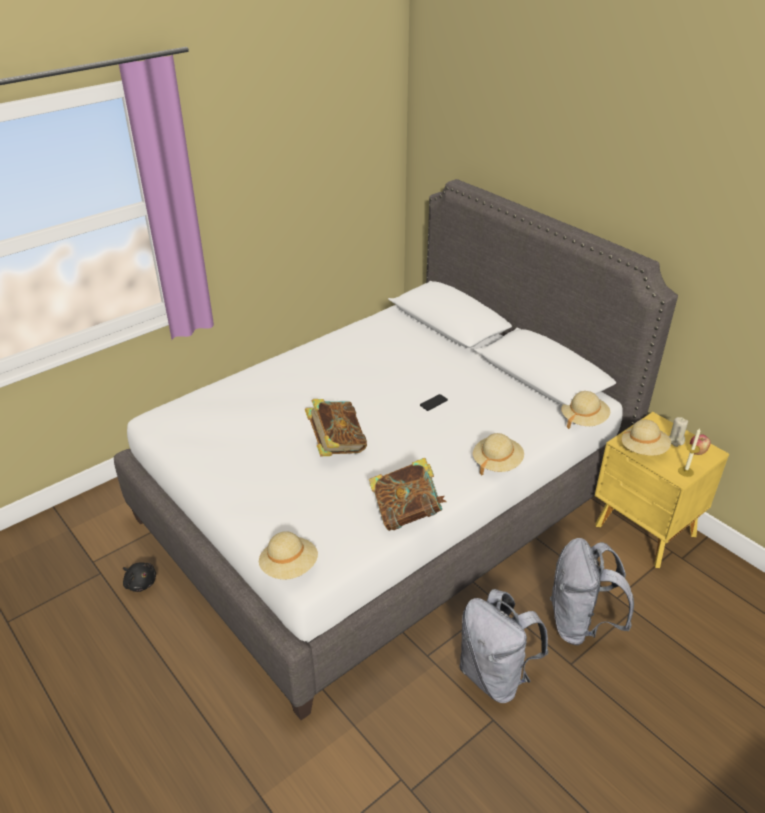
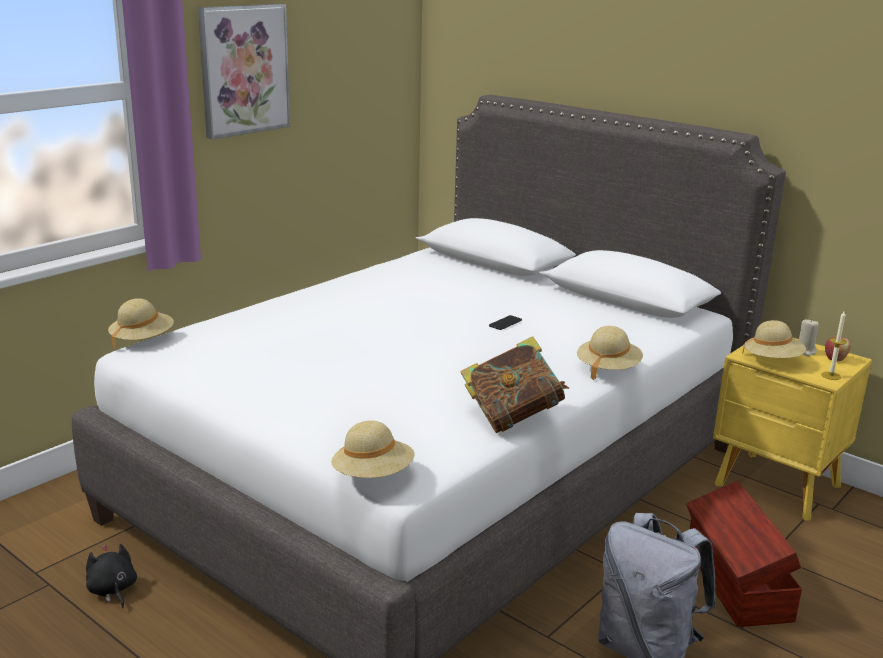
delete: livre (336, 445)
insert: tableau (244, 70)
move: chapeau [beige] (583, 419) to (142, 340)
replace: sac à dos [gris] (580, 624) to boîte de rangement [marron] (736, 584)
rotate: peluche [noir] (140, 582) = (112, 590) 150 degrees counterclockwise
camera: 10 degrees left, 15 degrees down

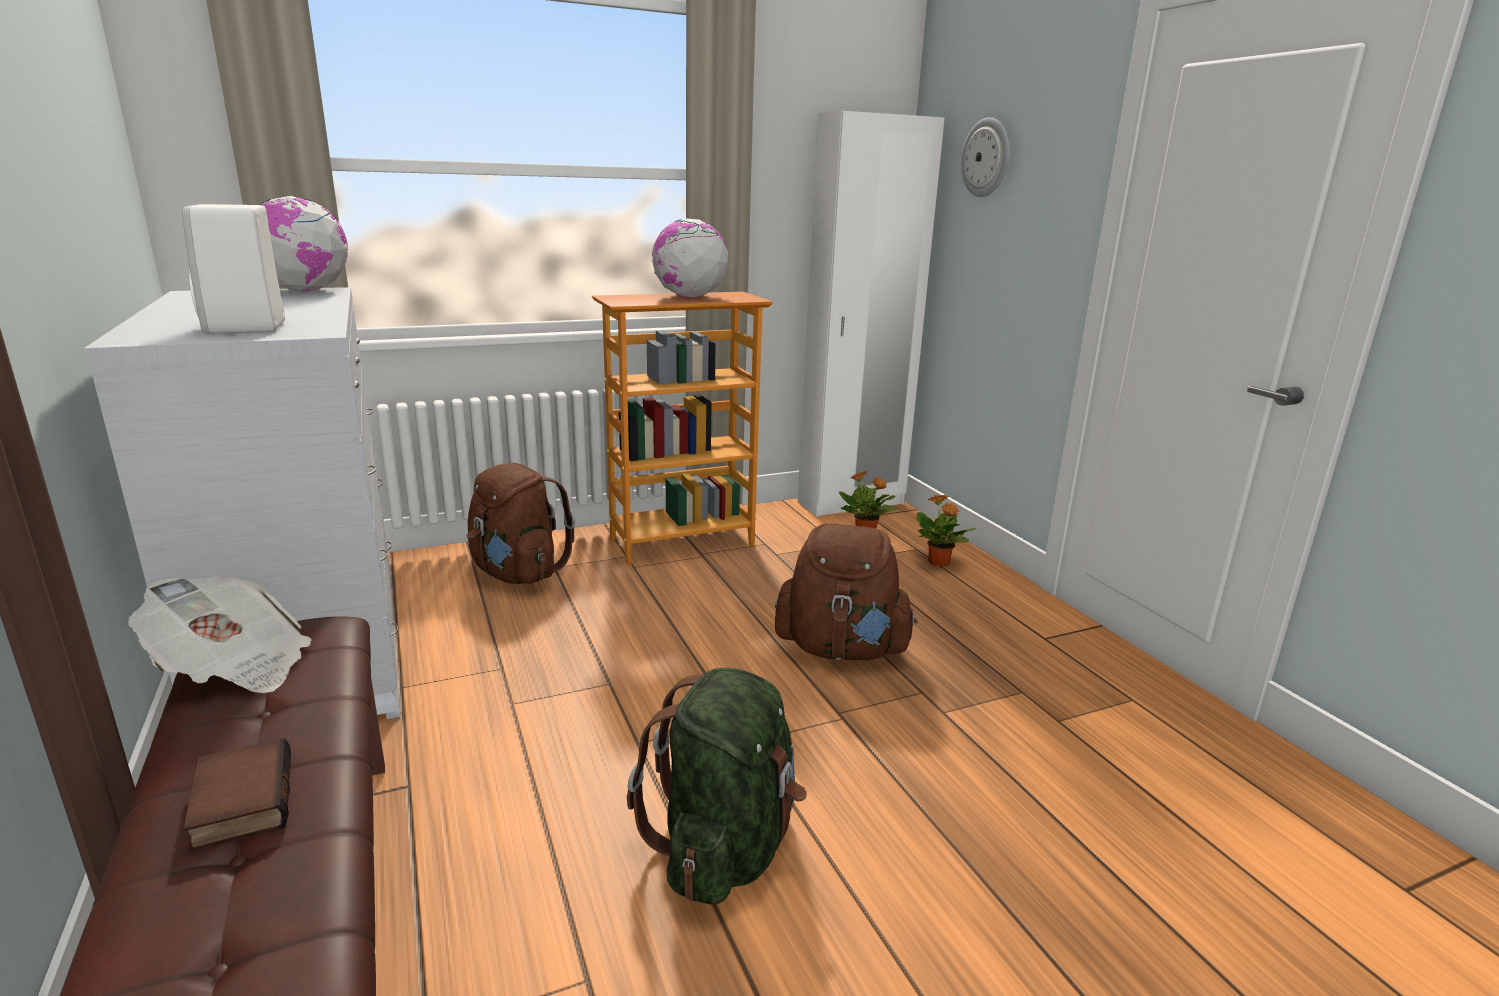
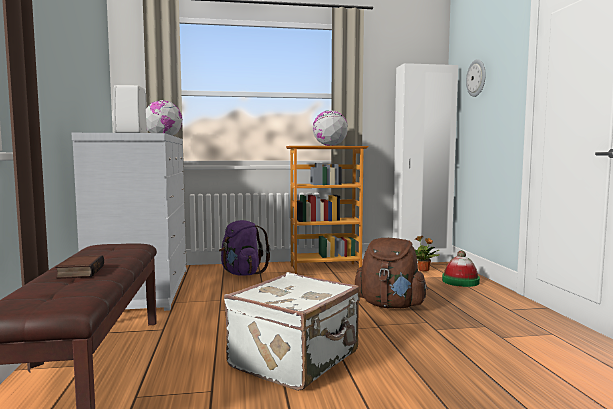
delete: journal (233, 667)
replace: sac à dos [vert] (724, 847) to valise [blanc] (296, 360); plante en pot (939, 563) to chapeau (460, 281)
recolor: sac à dos [marron] (517, 574) to sac à dos [violet] (242, 273)
camera: 15 degrees right, 15 degrees down

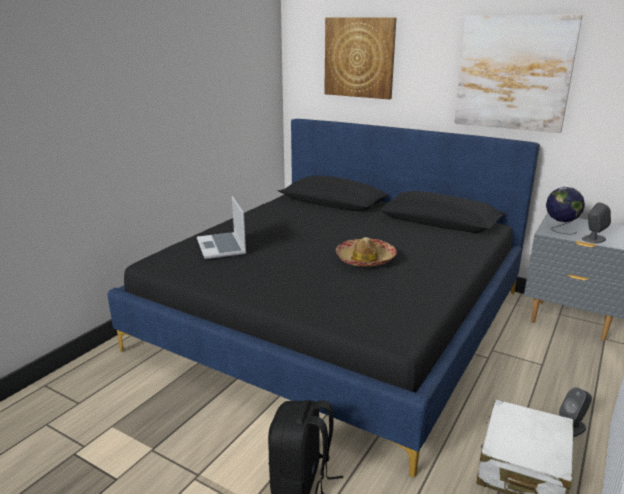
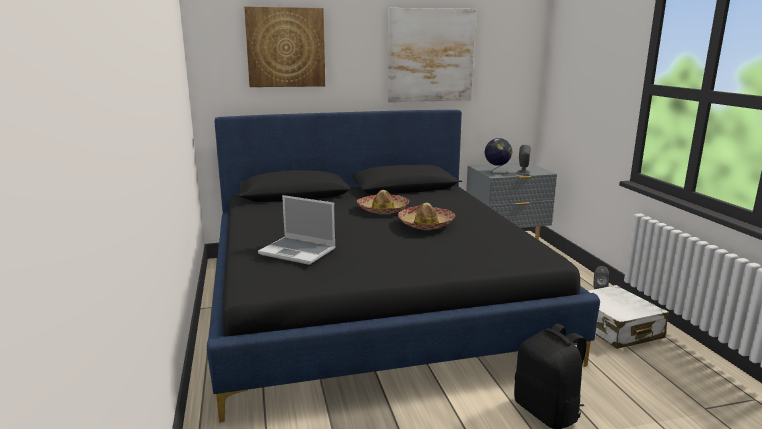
insert: chapeau (383, 209)
camera: 45 degrees left, 5 degrees down

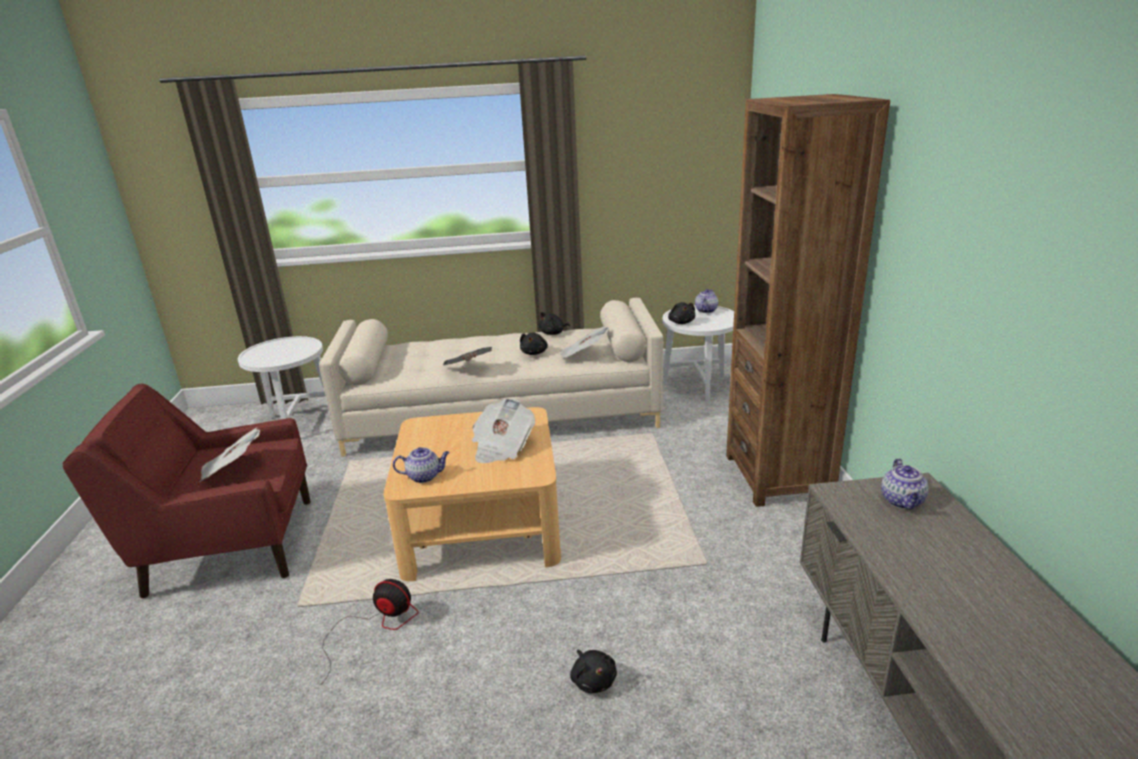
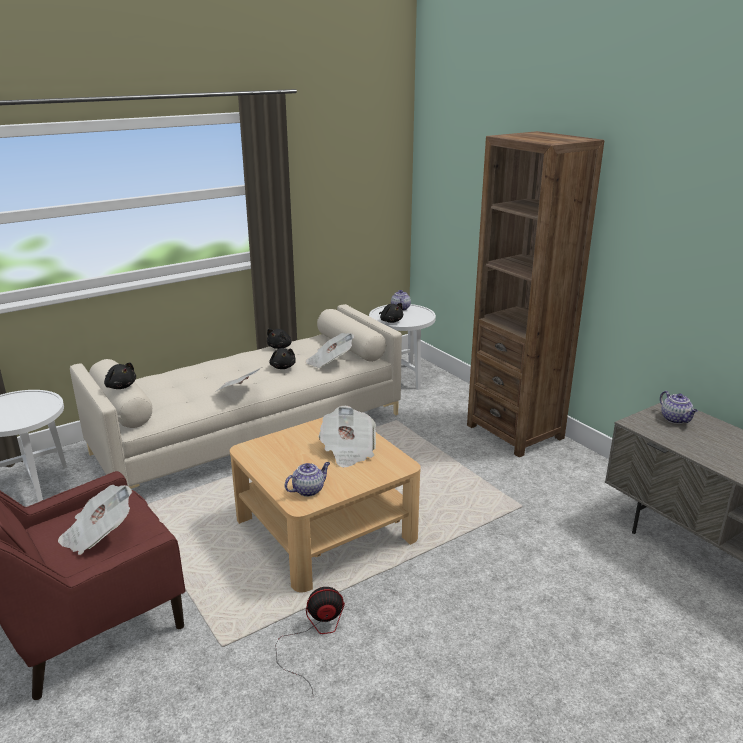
move: peluche [noir] (593, 680) to (120, 386)
camera: 30 degrees left, 0 degrees up

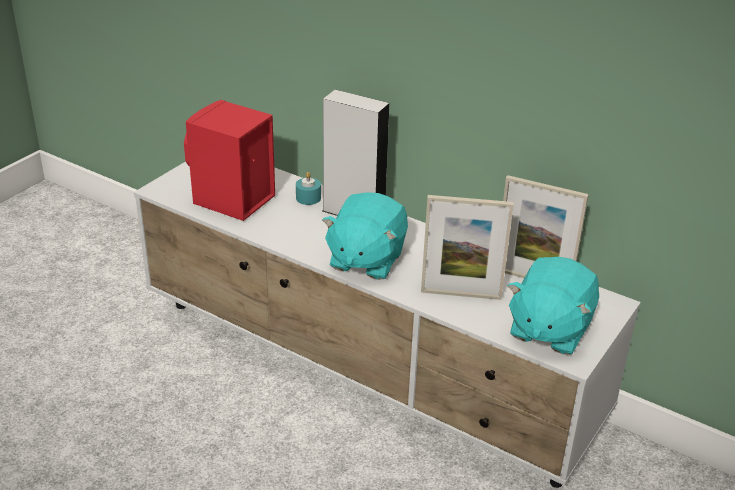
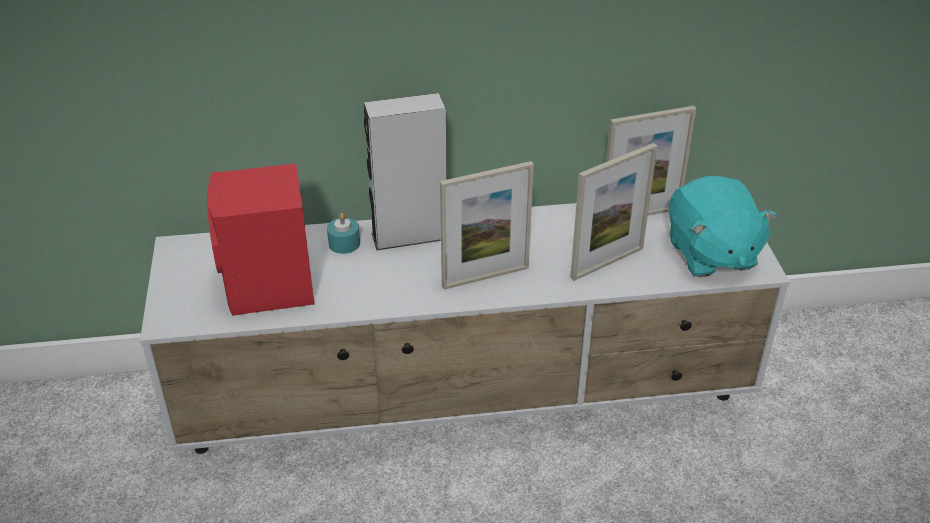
replace: peluche [turquoise] (365, 259) to cadre photo (485, 277)
camera: 40 degrees left, 5 degrees up

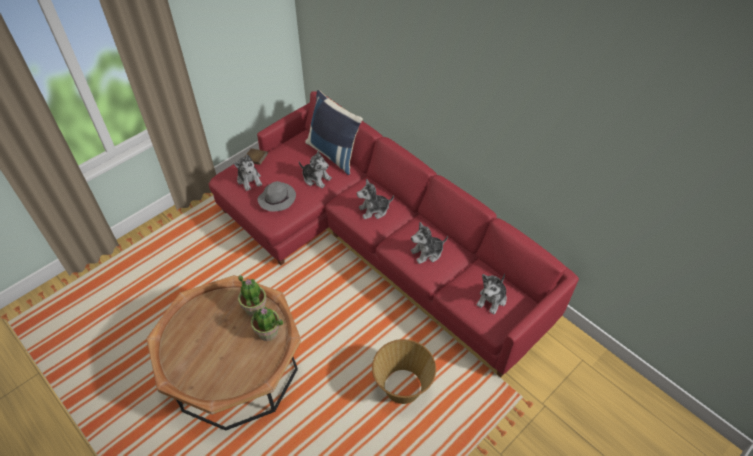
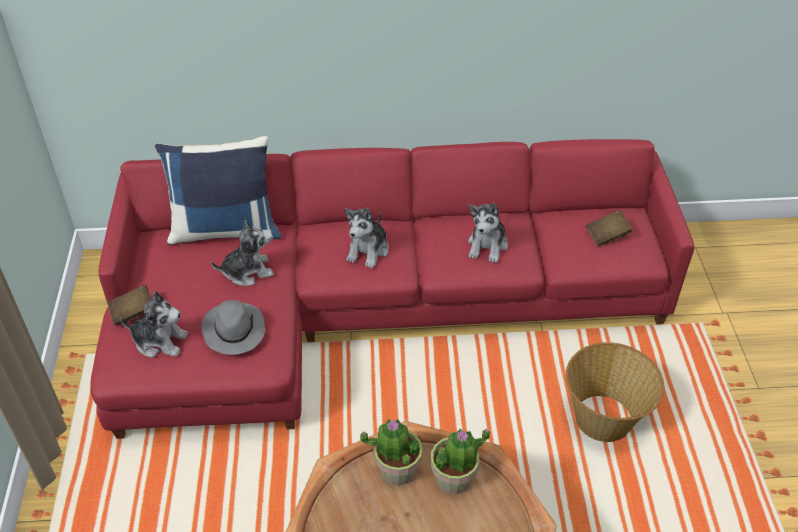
replace: peluche (492, 299) to livre [marron] (607, 235)
camera: 50 degrees left, 5 degrees down

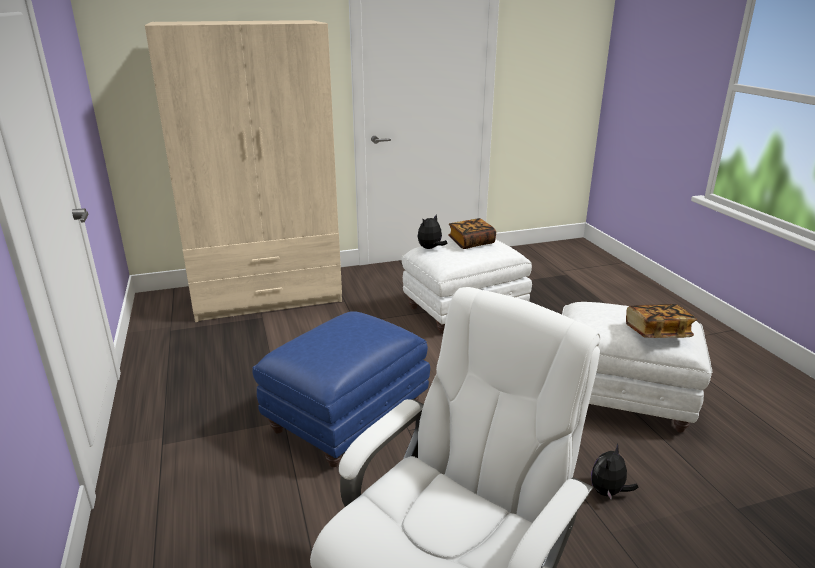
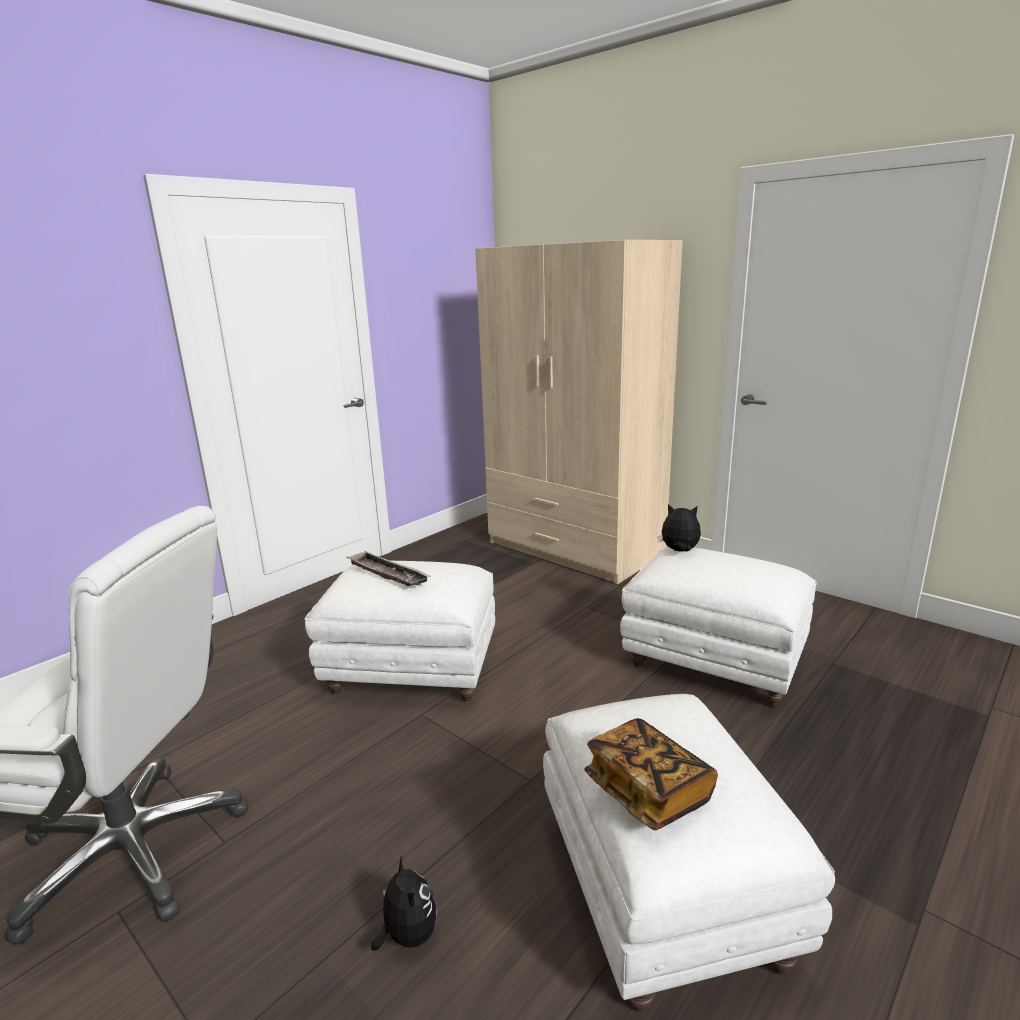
delete: livre (471, 242)
insert: plateau (387, 574)
recolor: pouf [bleu] (346, 419) to pouf [blanc] (410, 671)
rotate: peluche (608, 492) = (408, 935) 60 degrees clockwise
camera: 60 degrees right, 5 degrees down

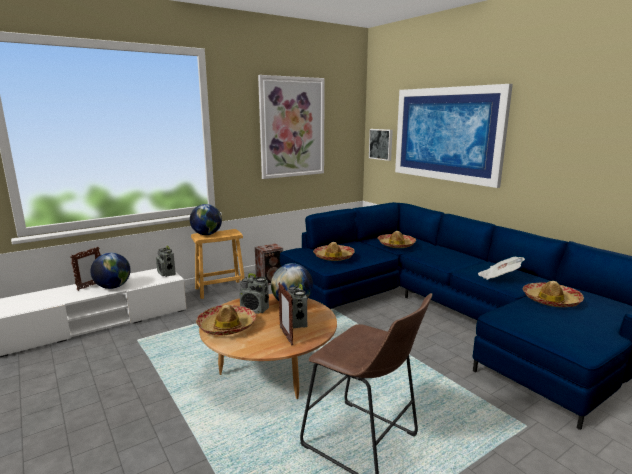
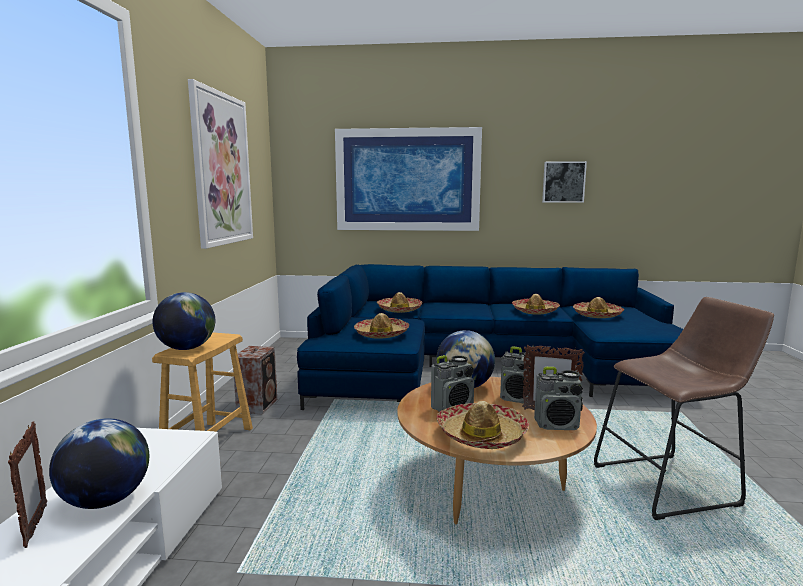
move: radio (166, 273) to (557, 425); tableau (381, 144) to (563, 182)
replace: journal (499, 278) to chapeau (535, 311)
camera: 50 degrees left, 5 degrees down

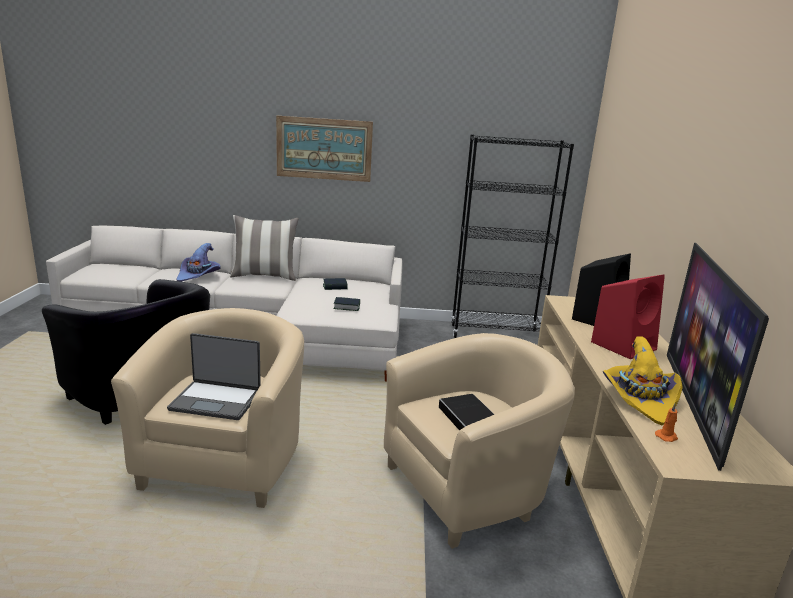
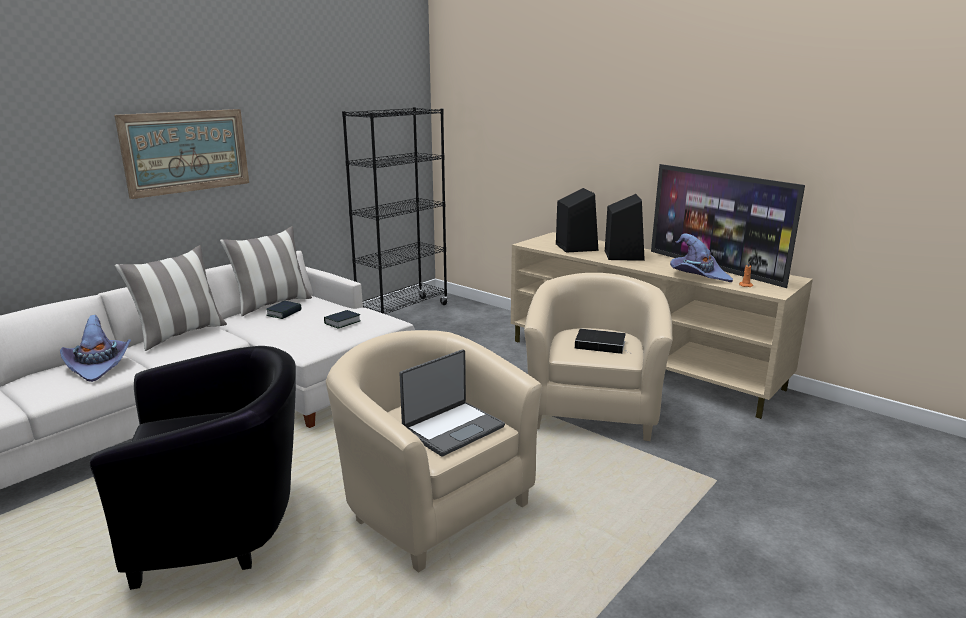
insert: coussin (272, 304)
recolor: enceinte [rouge] (624, 345) to enceinte [noir] (623, 255); chapeau [jaune] (640, 399) to chapeau [violet] (698, 275)
camera: 50 degrees left, 0 degrees up

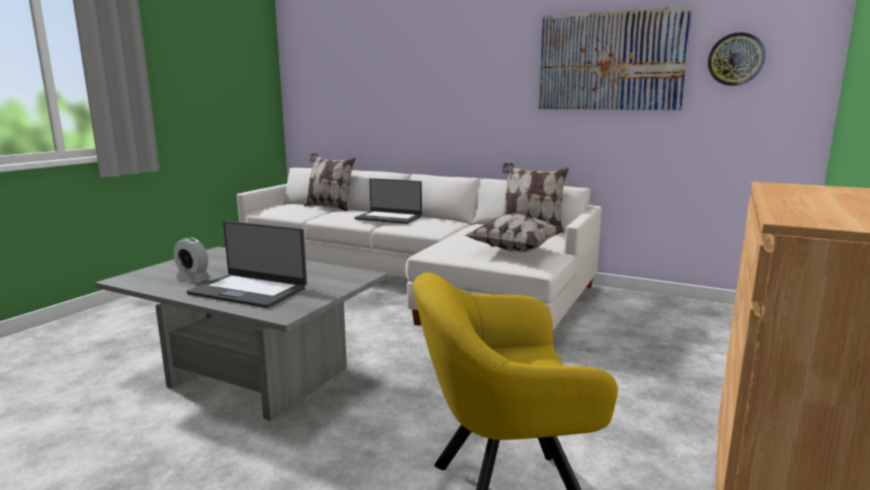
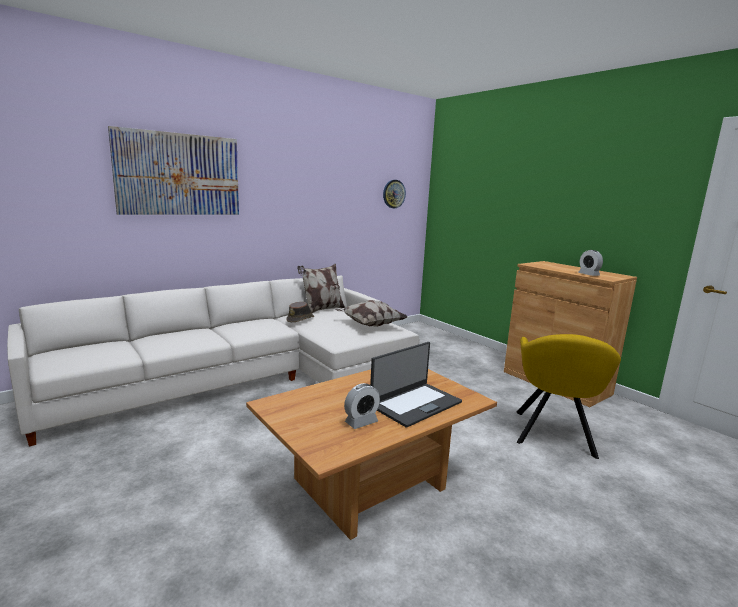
delete: coussin (329, 207); ordinateur portable (389, 218)
insert: chapeau [marron] (300, 319); réveil (588, 274)
move: tableau (610, 61) to (179, 174)
recolor: table basse [gris] (254, 378) to table basse [marron] (370, 487)
camera: 65 degrees left, 0 degrees up

